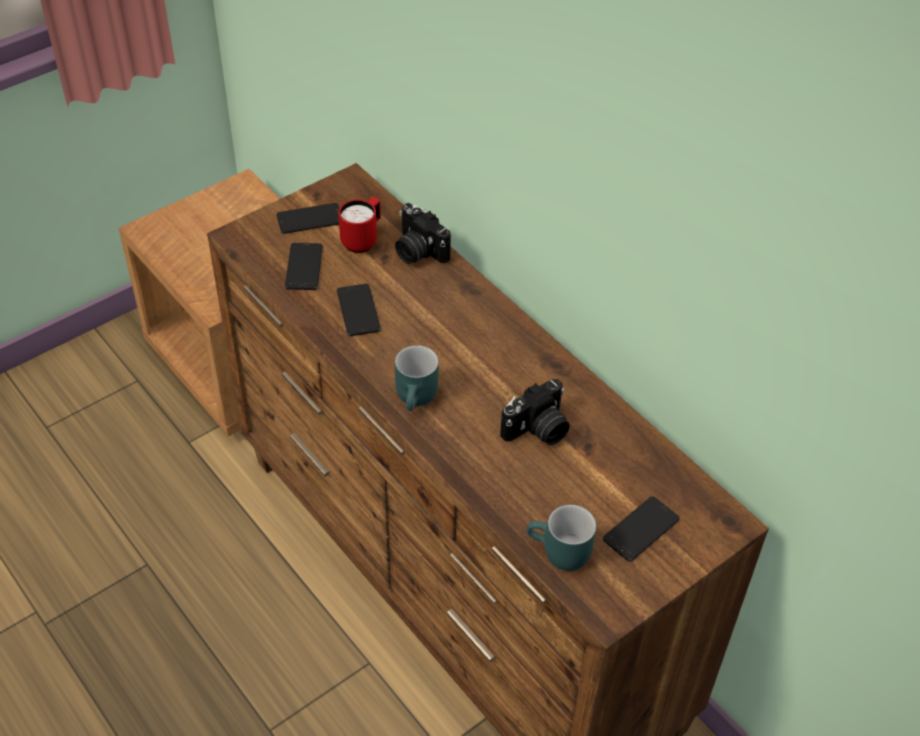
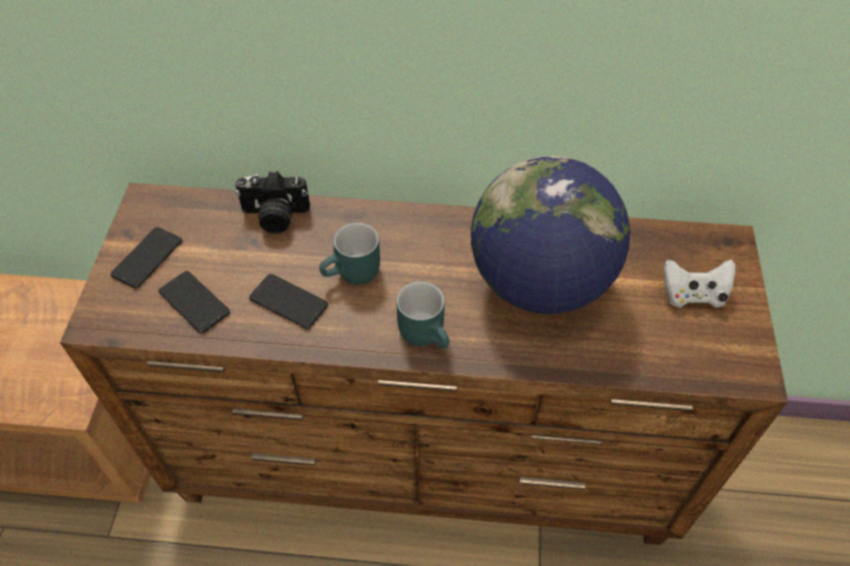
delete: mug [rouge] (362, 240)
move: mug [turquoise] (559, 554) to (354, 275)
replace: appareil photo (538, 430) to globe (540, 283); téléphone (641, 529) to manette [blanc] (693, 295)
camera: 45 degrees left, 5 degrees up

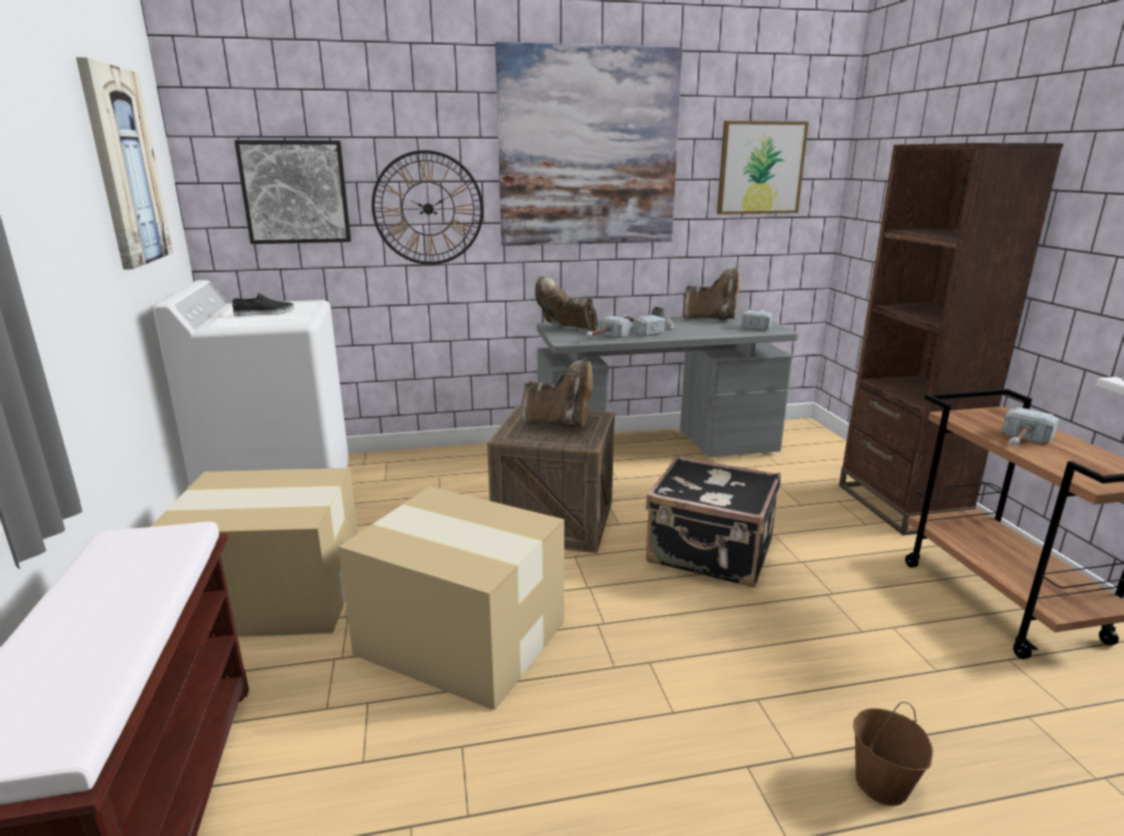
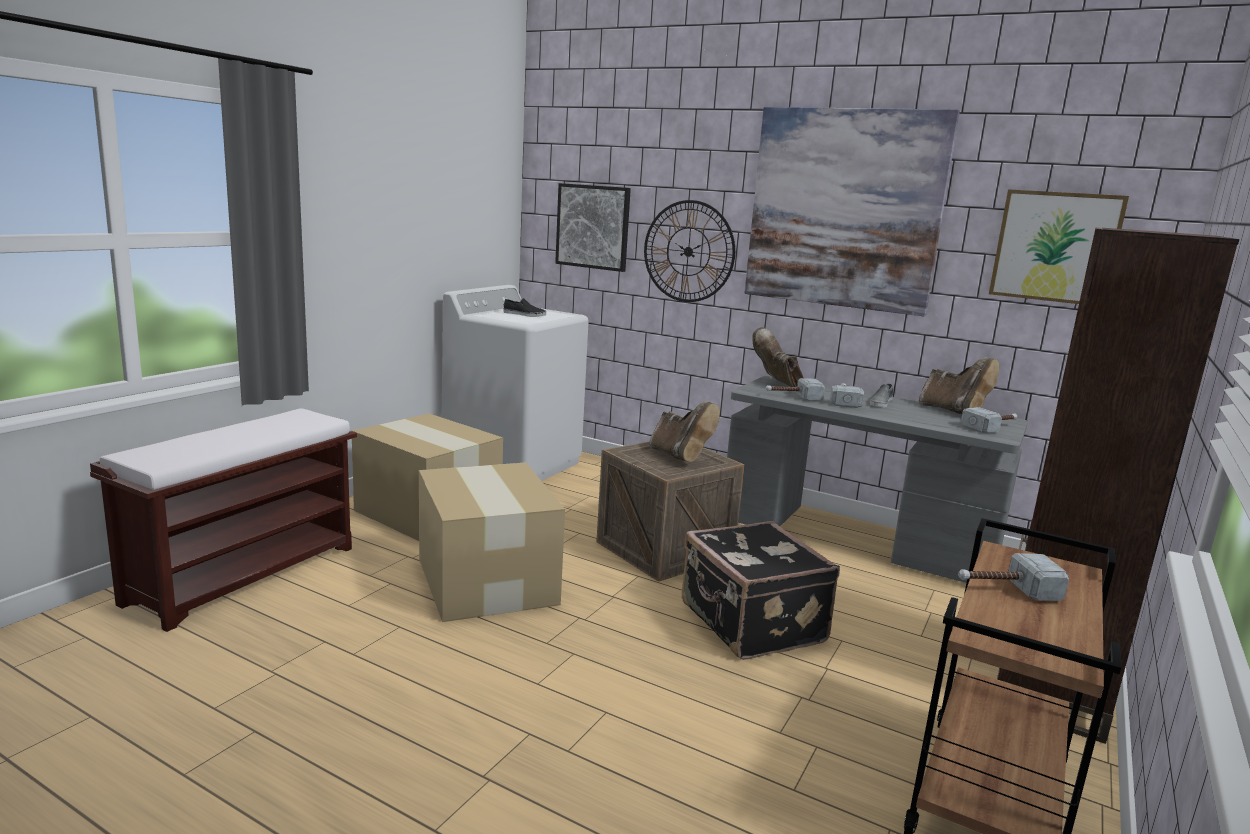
delete: tableau (125, 167); seau [marron] (882, 785)
camera: 40 degrees right, 5 degrees down

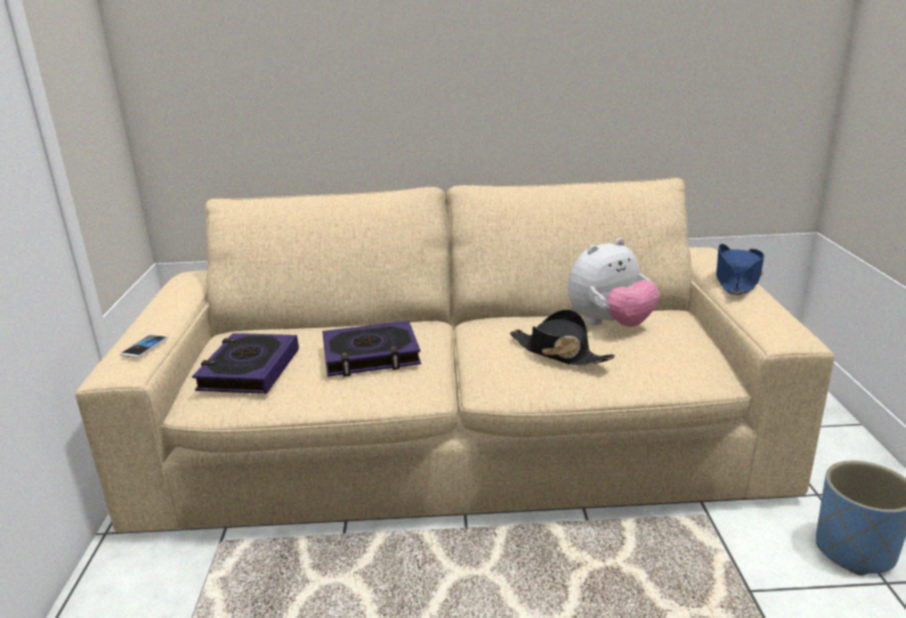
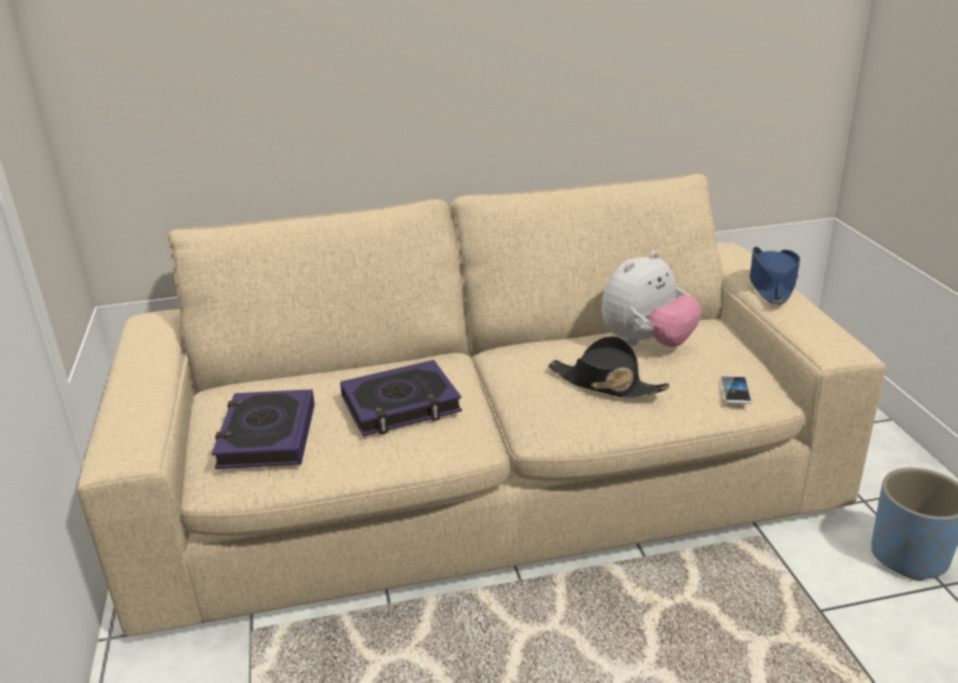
move: téléphone (145, 347) to (735, 390)
camera: 10 degrees left, 5 degrees up

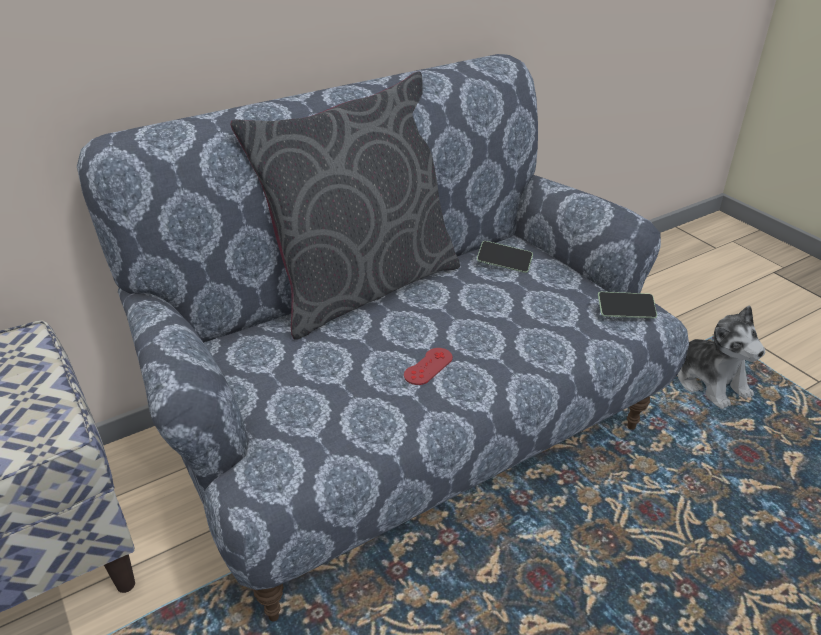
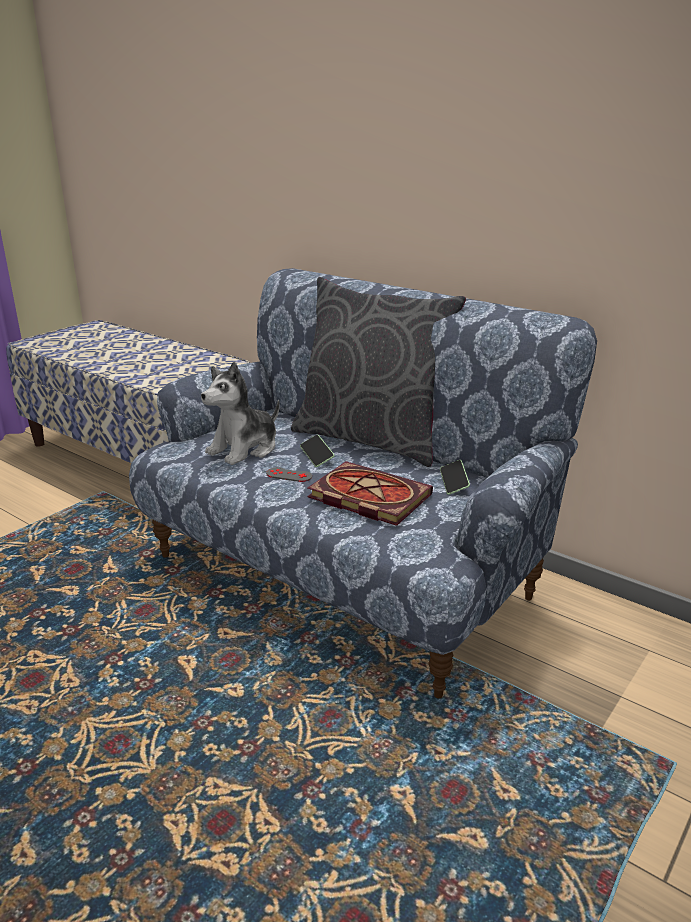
insert: livre (366, 497)
move: téléphone (625, 312) to (316, 456); peluche (710, 382) to (244, 449)
recolor: manette [rouge] (428, 366) to manette [gris] (289, 475)
camera: 70 degrees right, 10 degrees down

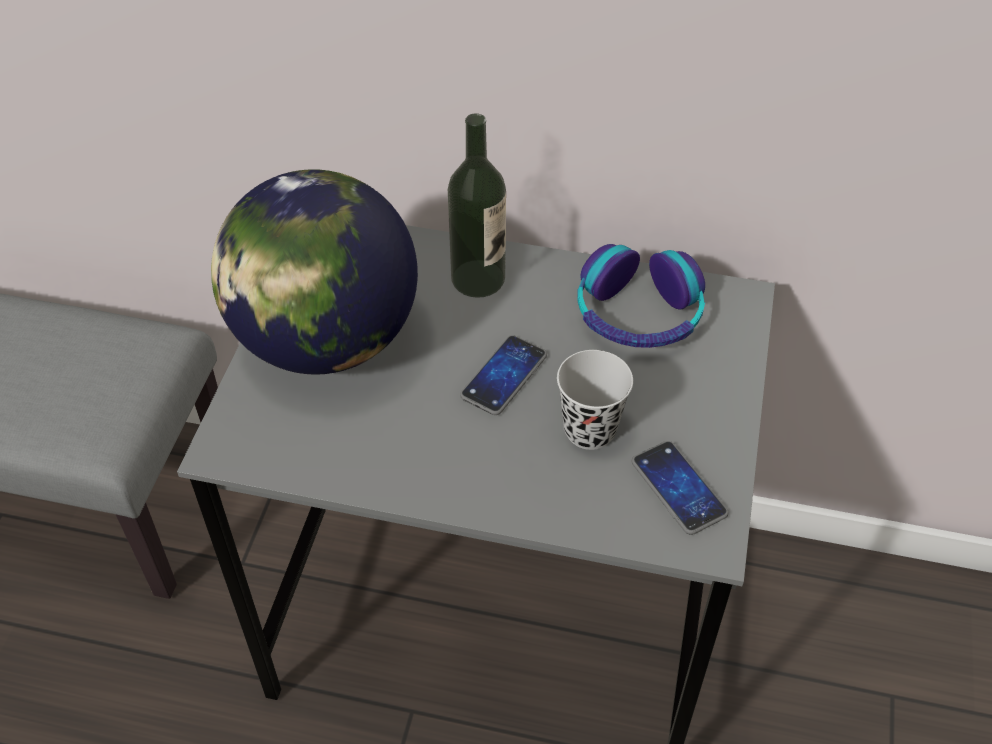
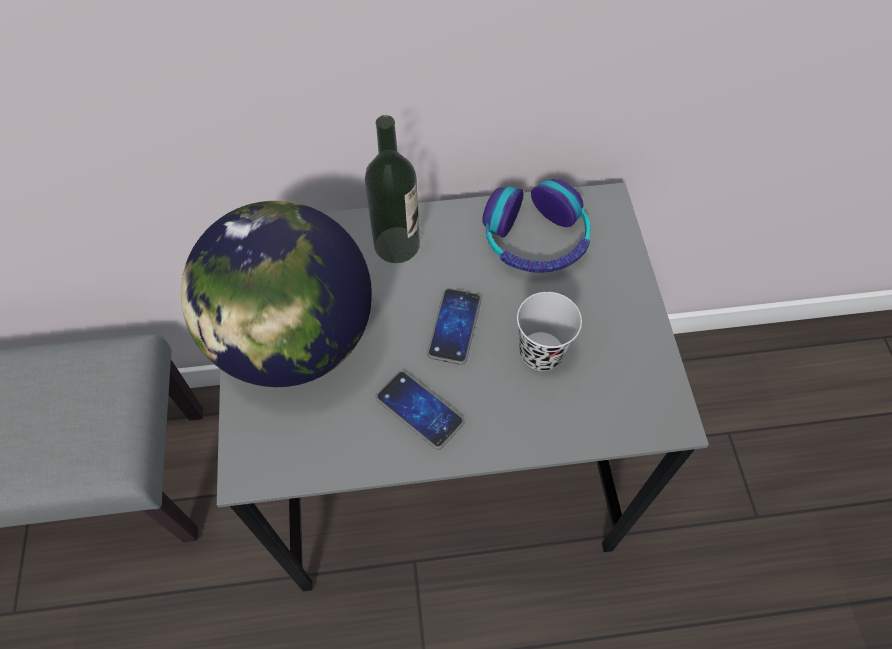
move: téléphone (678, 488) to (419, 410)
camera: 20 degrees left, 10 degrees up

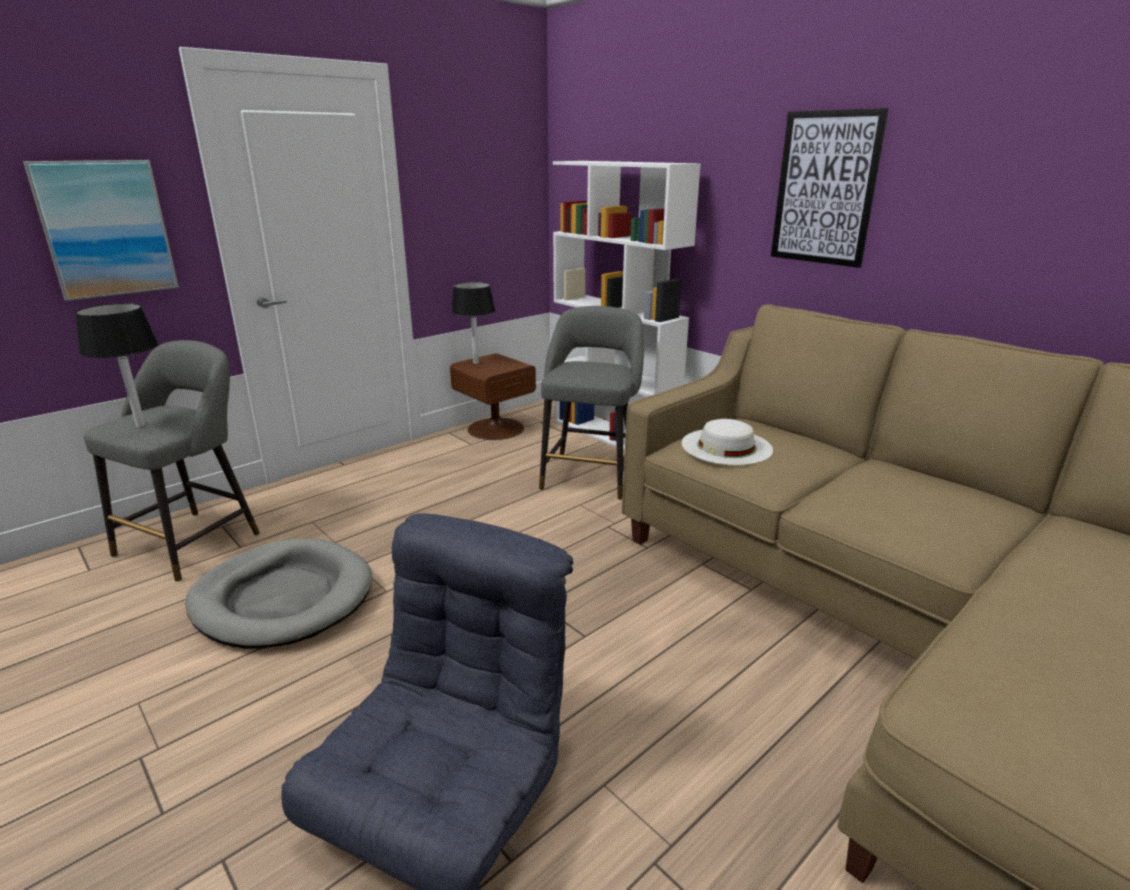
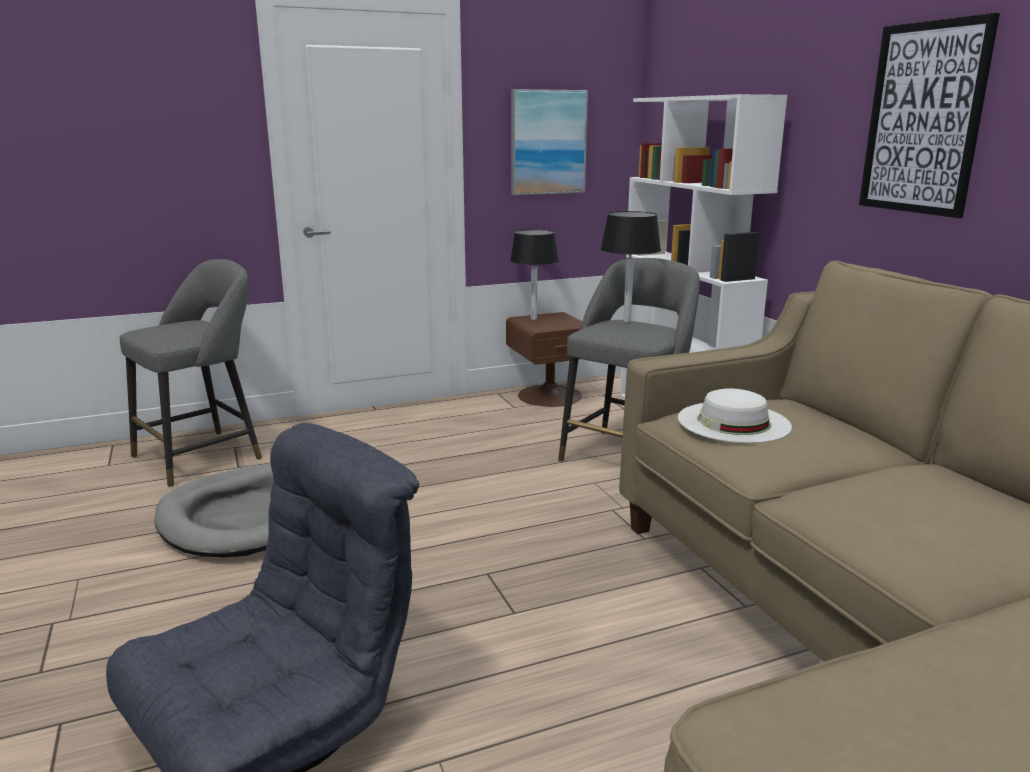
move: tableau (106, 229) to (547, 142); lampe de table [noir] (141, 425) to (627, 321)
camera: 20 degrees right, 5 degrees down

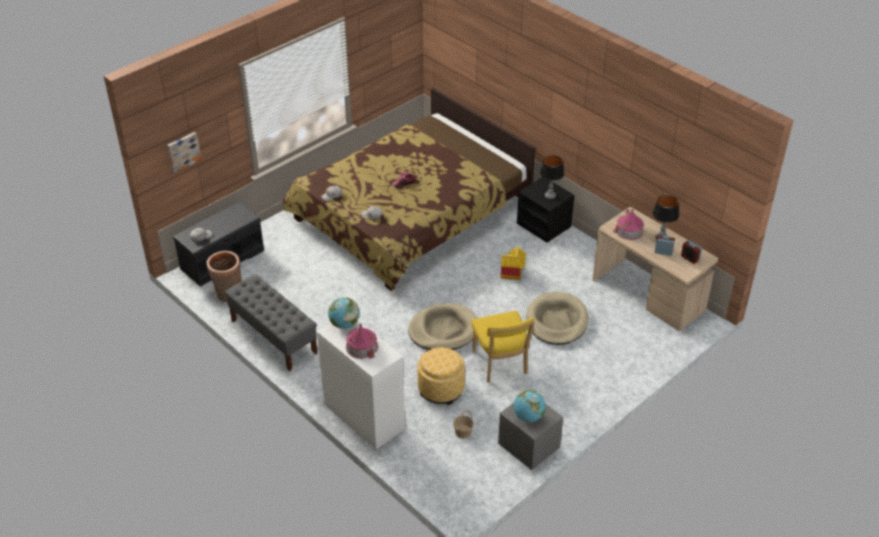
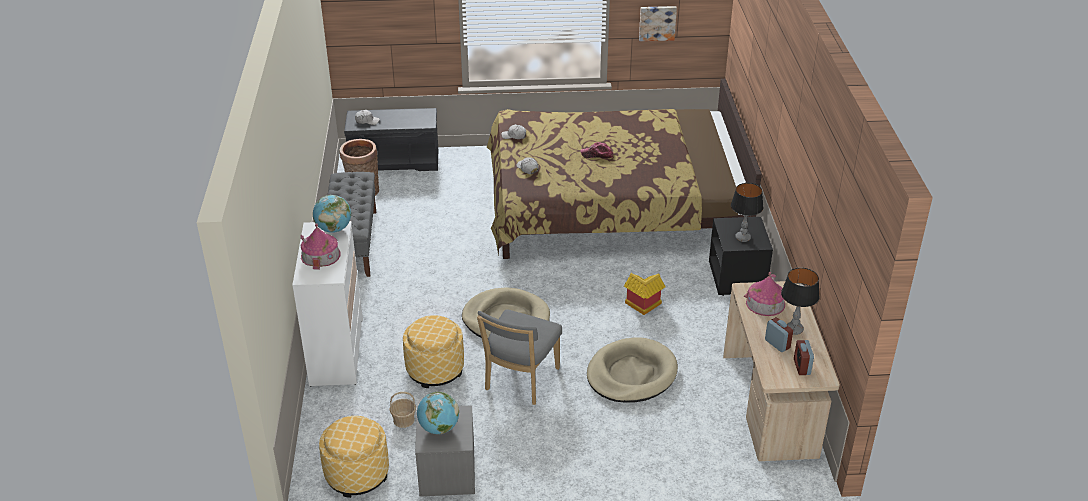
insert: pouf (357, 474)
move: tableau (183, 151) to (657, 22)
recolor: chaise [jaune] (500, 364) to chaise [gris] (520, 381)
camera: 40 degrees right, 5 degrees down

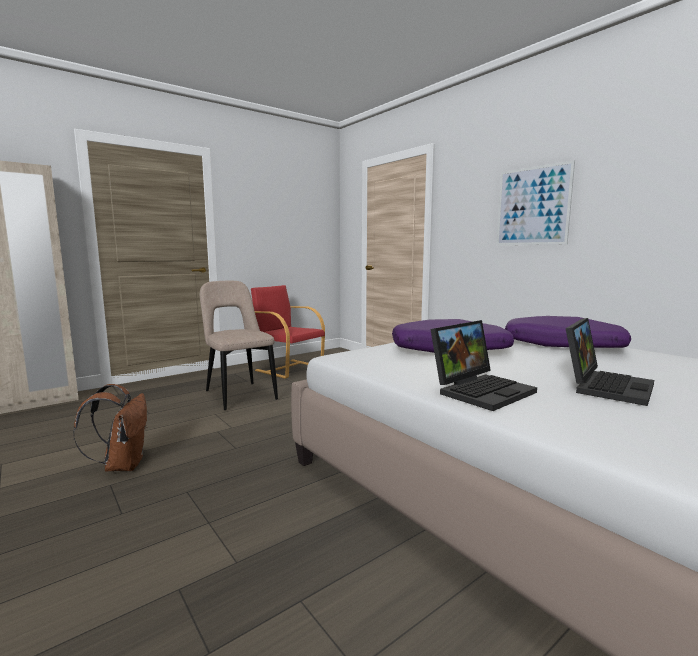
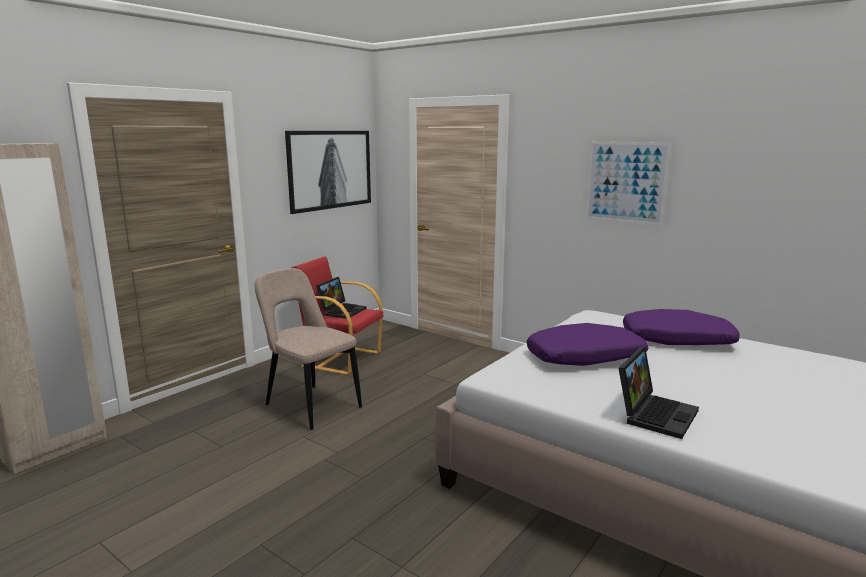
delete: sac à dos [marron] (123, 465)
insert: tableau (329, 169)
move: ordinateur portable (605, 386) to (342, 311)
camera: 15 degrees left, 5 degrees up

